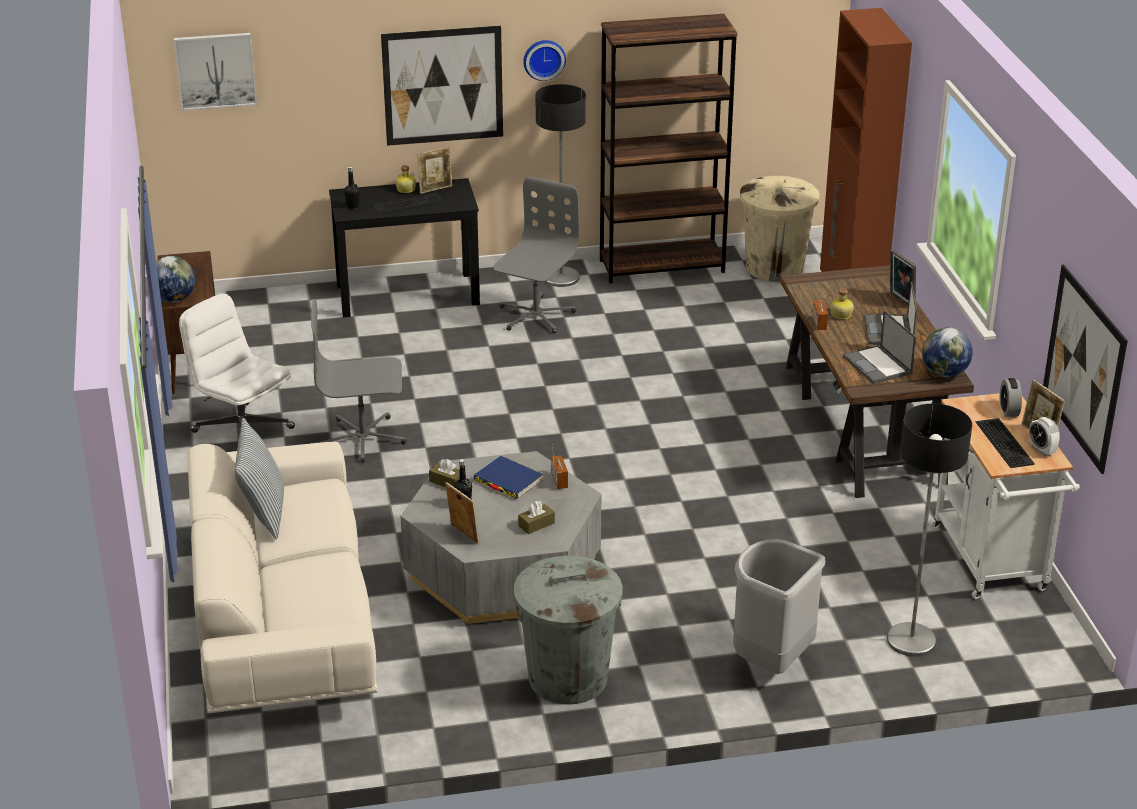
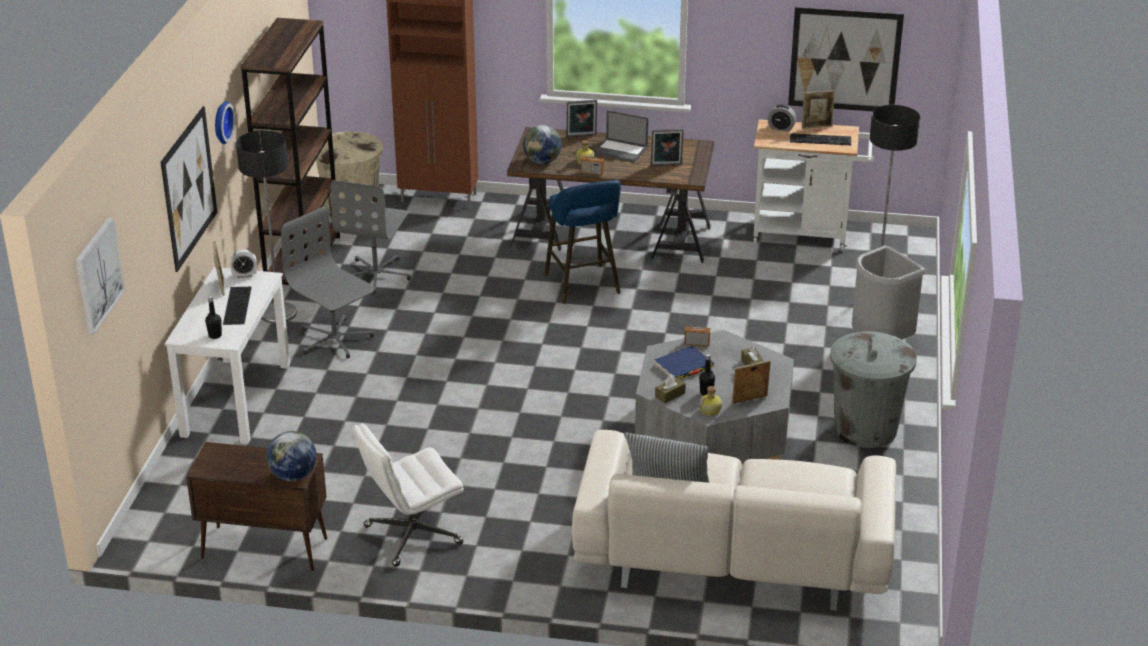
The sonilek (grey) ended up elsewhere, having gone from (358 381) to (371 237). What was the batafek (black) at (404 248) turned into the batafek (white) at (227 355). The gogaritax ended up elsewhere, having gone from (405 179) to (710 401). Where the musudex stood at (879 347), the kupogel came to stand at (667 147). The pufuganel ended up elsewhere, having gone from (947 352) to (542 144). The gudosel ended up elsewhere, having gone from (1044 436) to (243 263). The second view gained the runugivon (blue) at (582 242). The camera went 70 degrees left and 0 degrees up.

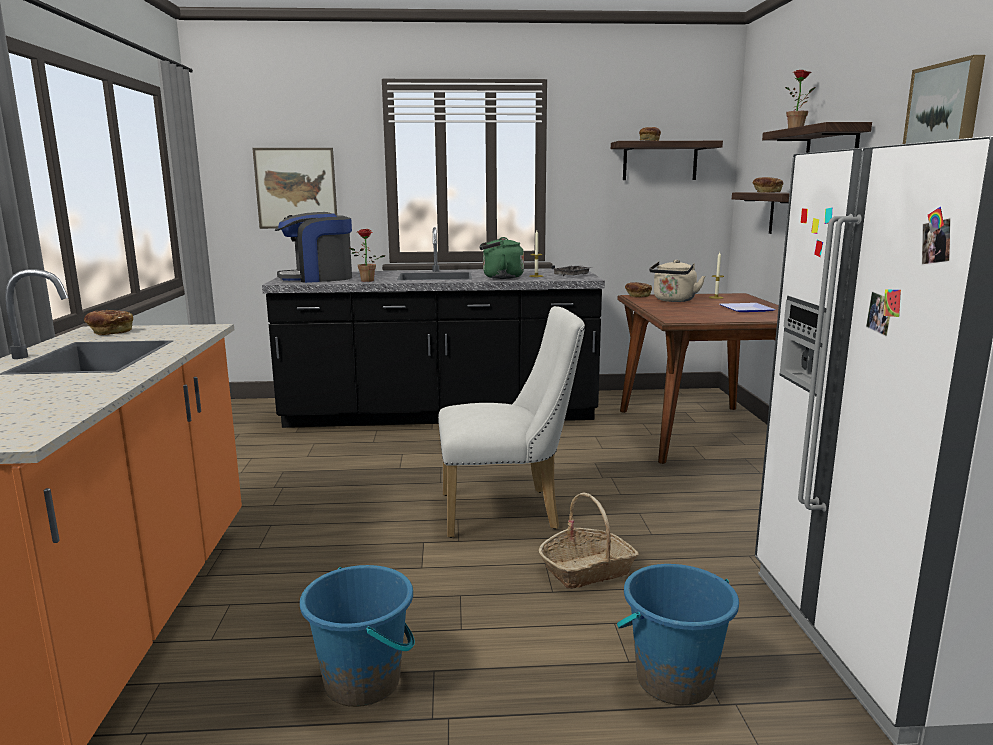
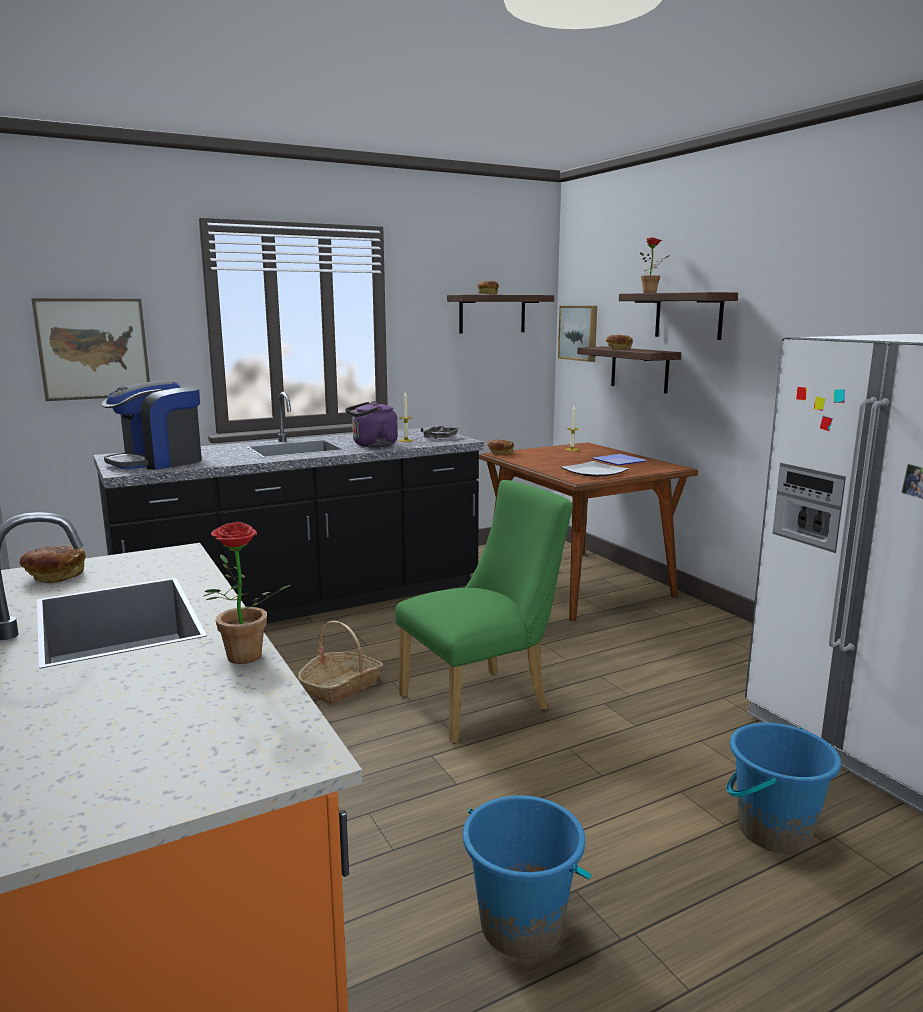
The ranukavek ended up elsewhere, having gone from (367 255) to (246 593). What was the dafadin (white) at (511 422) turned into the dafadin (green) at (484 612). What was the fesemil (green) at (501 258) turned into the fesemil (purple) at (371 424). The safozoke ended up elsewhere, having gone from (589 540) to (340 662). The second view lost the fesemil (beige) at (677 281). The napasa ended up elsewhere, having gone from (944 99) to (577 334). The second view gained the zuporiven at (595 469). The camera went 25 degrees left and 0 degrees up.

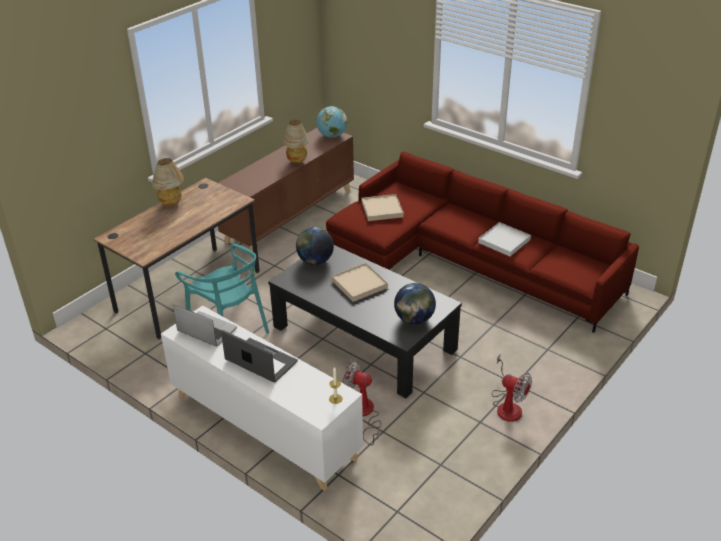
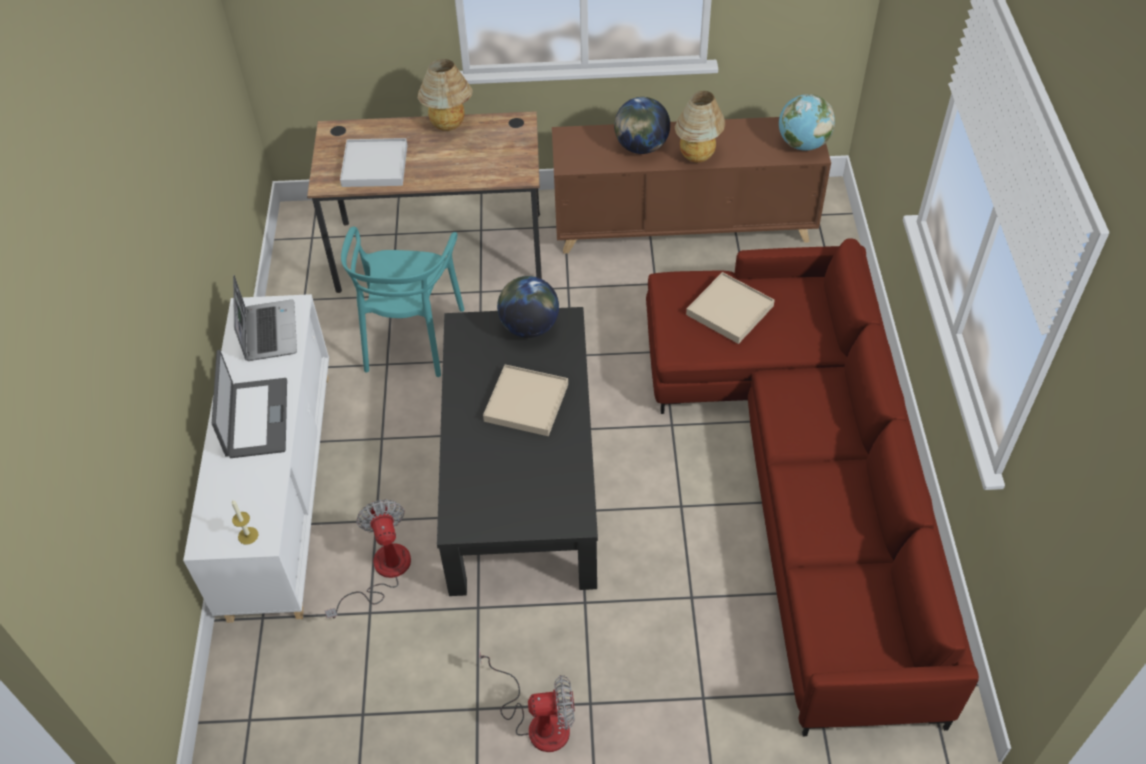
The pufuganel ended up elsewhere, having gone from (415 303) to (642 125). The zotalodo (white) ended up elsewhere, having gone from (504 239) to (373 162). The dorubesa at (512 388) ended up facing another way, 90 degrees counterclockwise from before. The camera went 50 degrees right and 15 degrees up.

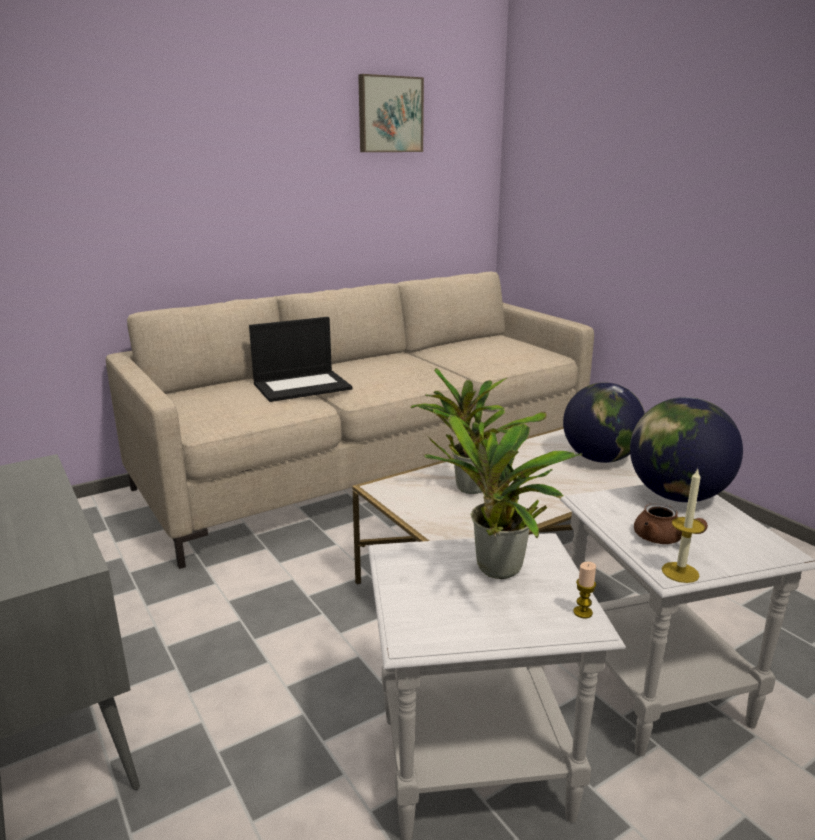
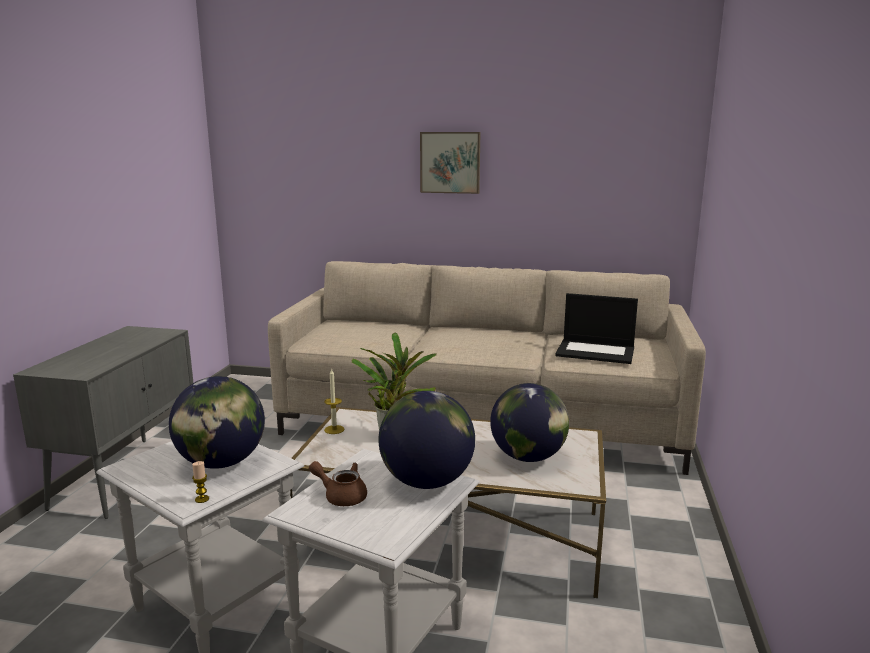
The musudex ended up elsewhere, having gone from (300 359) to (596 328). The napasa ended up elsewhere, having gone from (391 113) to (450 163). Where the ranukavek stood at (502 497), the pufuganel came to stand at (217 422). The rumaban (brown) at (671 523) ended up facing another way, 105 degrees clockwise from before. The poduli ended up elsewhere, having gone from (683 525) to (334 401). The camera went 45 degrees right and 5 degrees down.

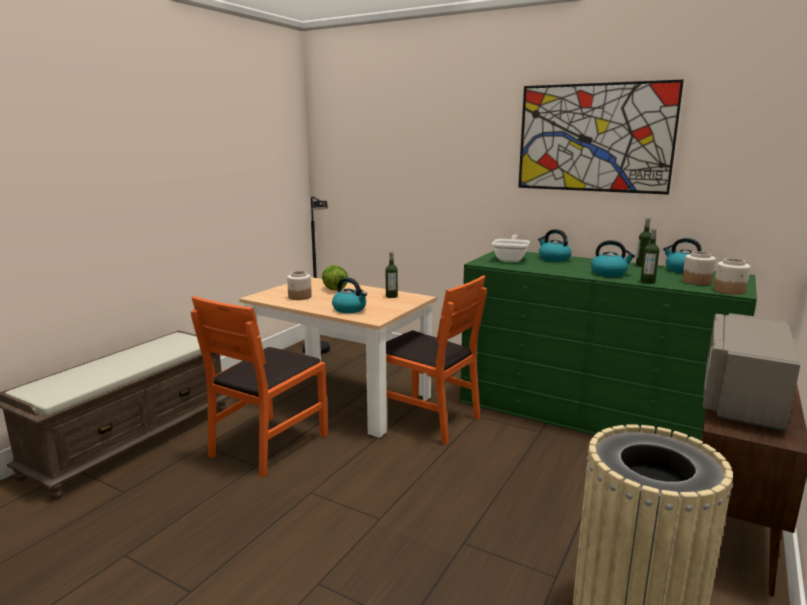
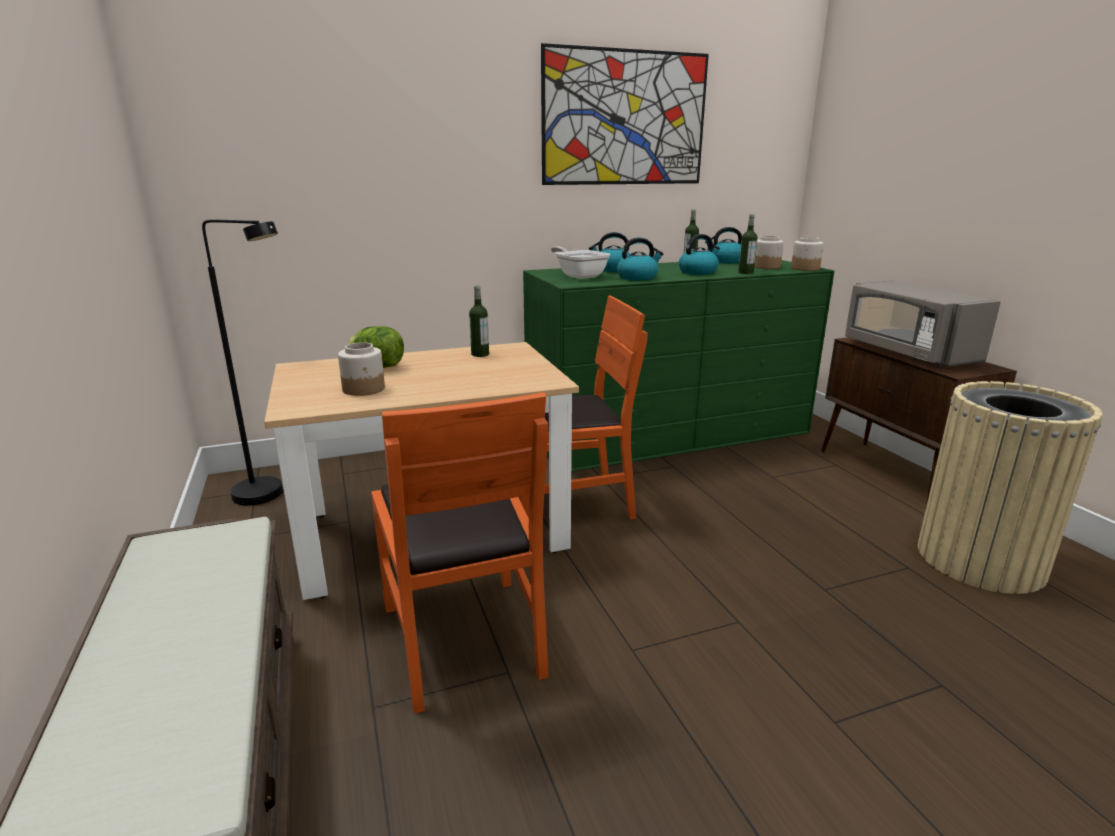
The fesemil ended up elsewhere, having gone from (349 295) to (640 259). The camera went 50 degrees left and 5 degrees up.

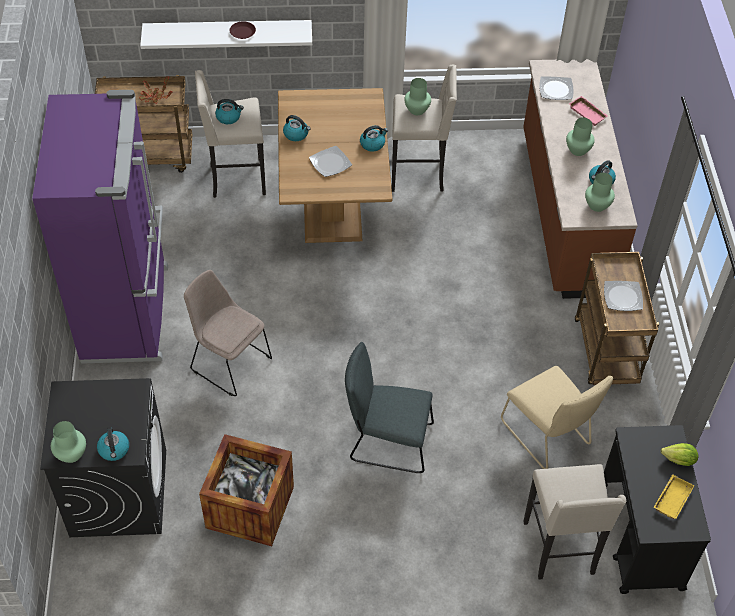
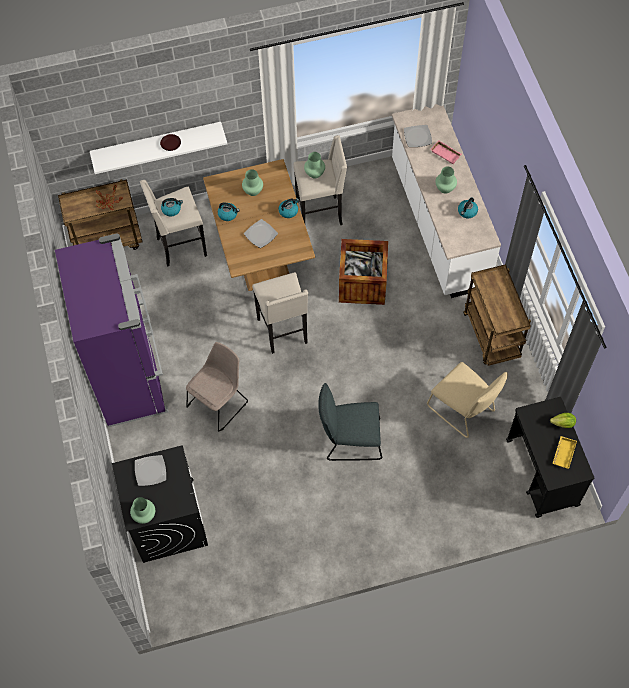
The second view lost the fesemil at (113 444). The dafadin (beige) at (228 333) ended up facing another way, 105 degrees clockwise from before. The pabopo ended up elsewhere, having gone from (246 490) to (363 272). What was the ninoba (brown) at (580 179) turned into the ninoba (white) at (446 201). The runugivon (beige) ended up elsewhere, having gone from (574 522) to (280 313). The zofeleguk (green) ended up elsewhere, having gone from (600 192) to (252 182). The zuporiven ended up elsewhere, having gone from (623 296) to (150 470). The camera went 10 degrees left and 10 degrees up.

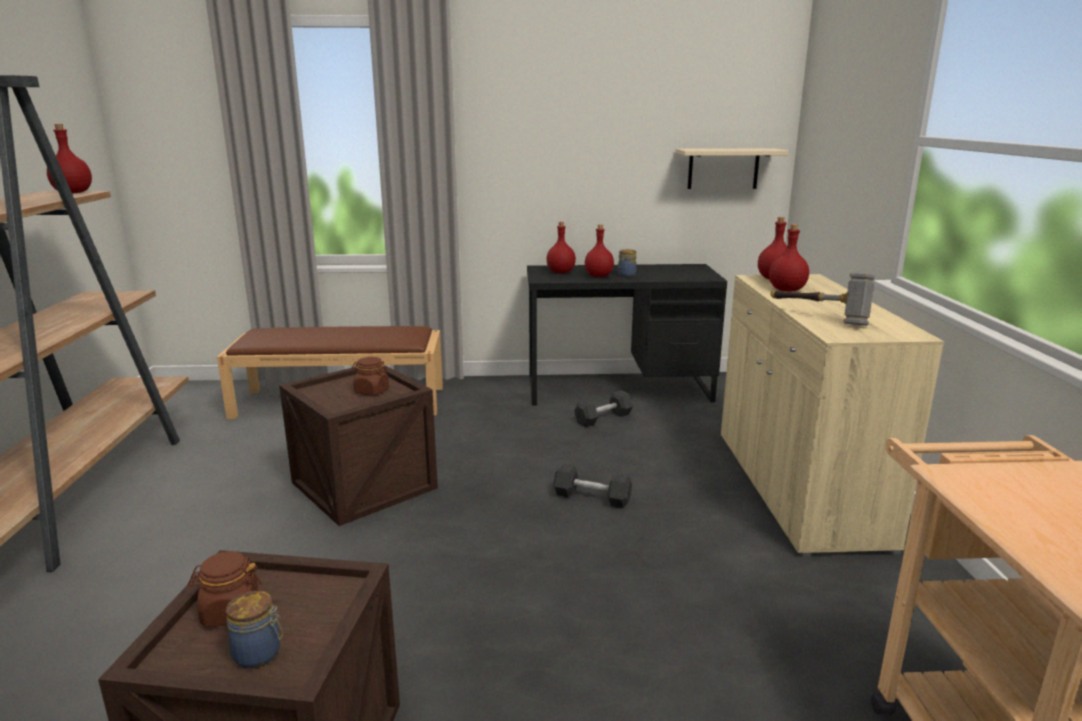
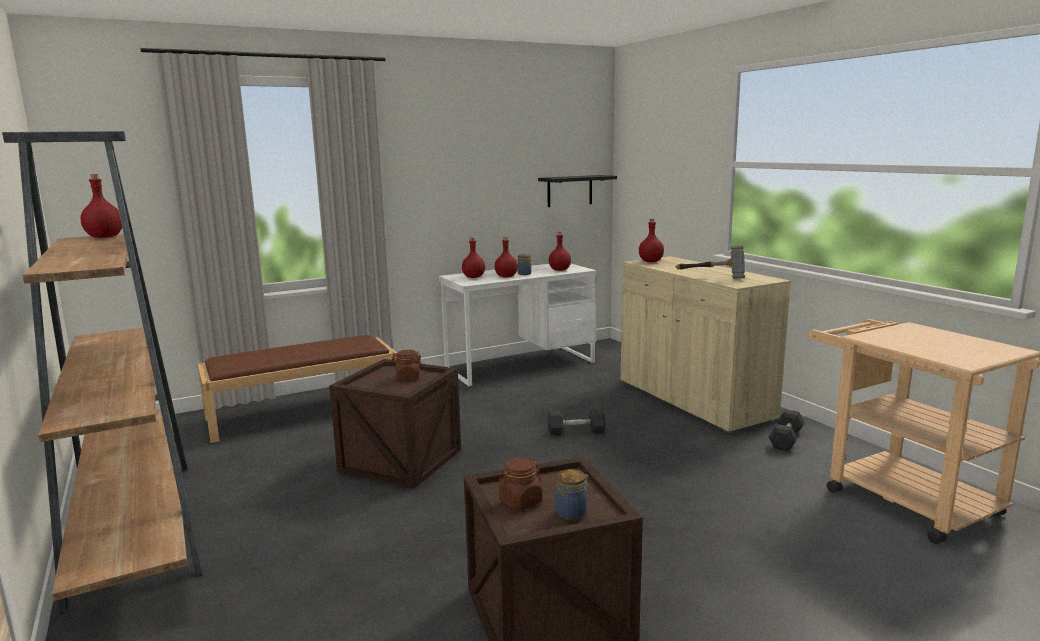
What was the batafek (black) at (627 335) turned into the batafek (white) at (518 325). The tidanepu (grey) ended up elsewhere, having gone from (603 408) to (787 430). What was the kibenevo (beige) at (732 168) turned into the kibenevo (black) at (577 191). The gogaritax (red) ended up elsewhere, having gone from (789 258) to (560 251). The camera went 25 degrees left and 5 degrees down.

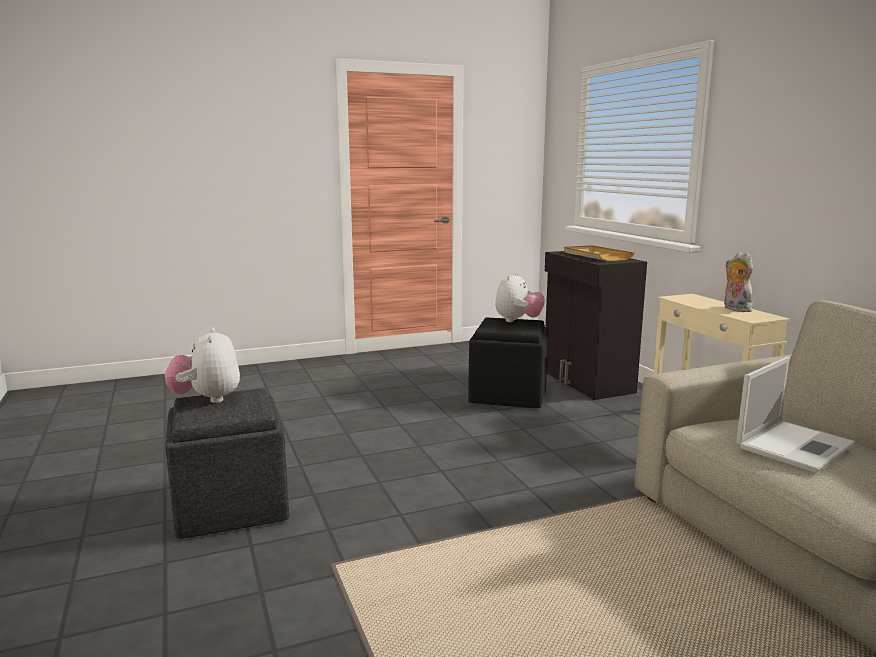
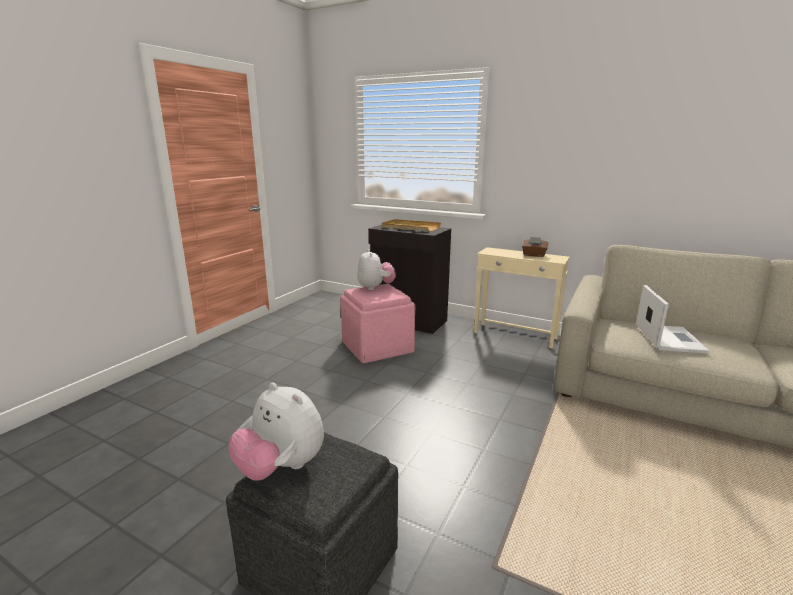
What was the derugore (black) at (508 362) turned into the derugore (pink) at (378 323). Where the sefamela stood at (740 282), the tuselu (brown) came to stand at (535 247). The camera went 40 degrees left and 5 degrees up.

